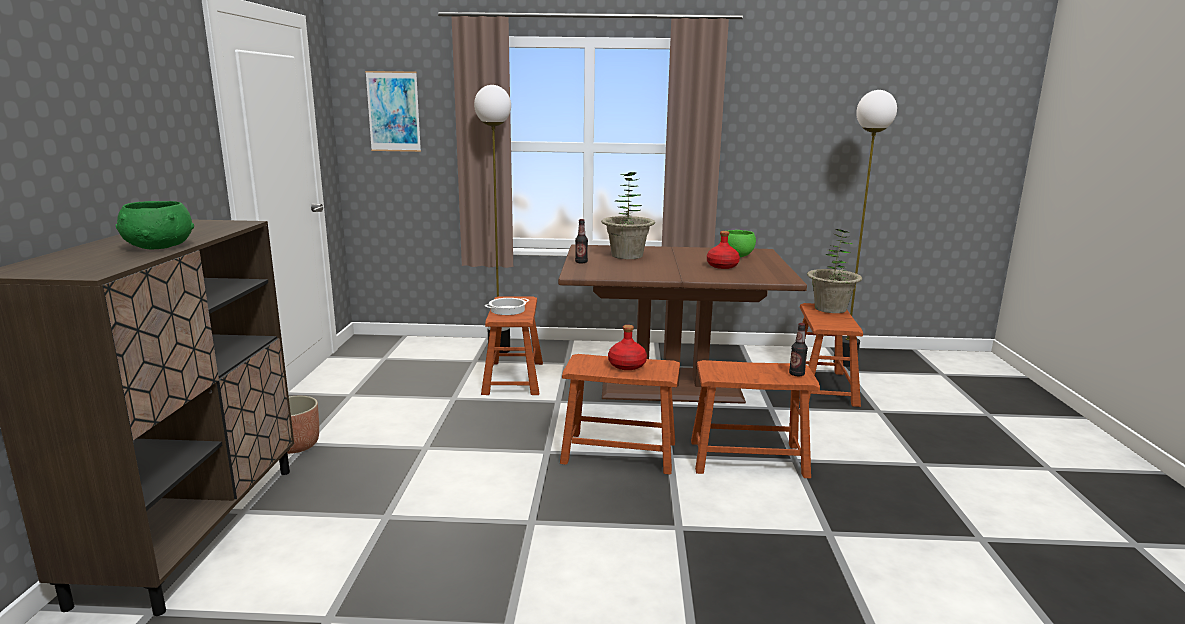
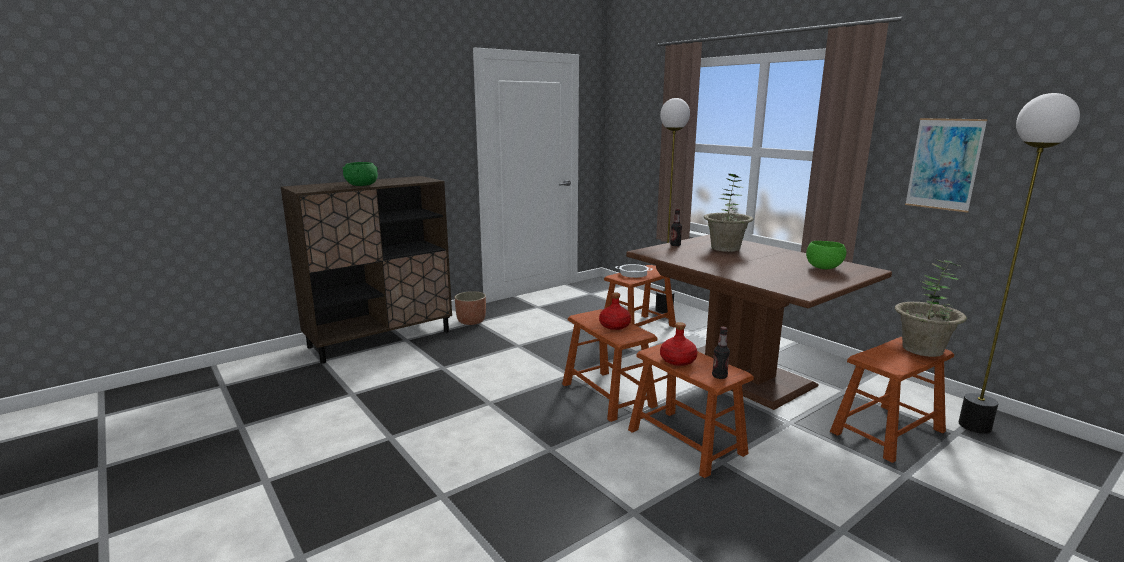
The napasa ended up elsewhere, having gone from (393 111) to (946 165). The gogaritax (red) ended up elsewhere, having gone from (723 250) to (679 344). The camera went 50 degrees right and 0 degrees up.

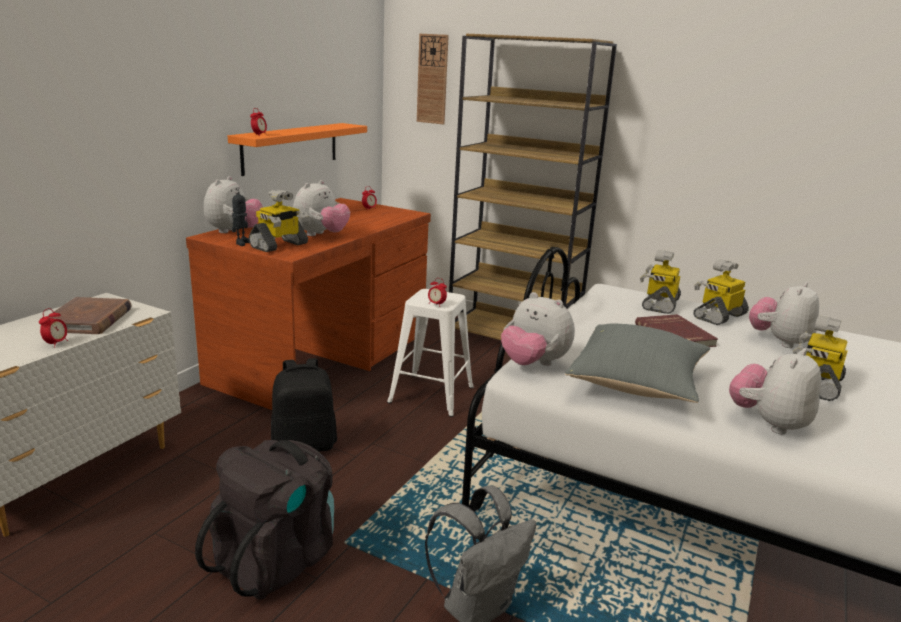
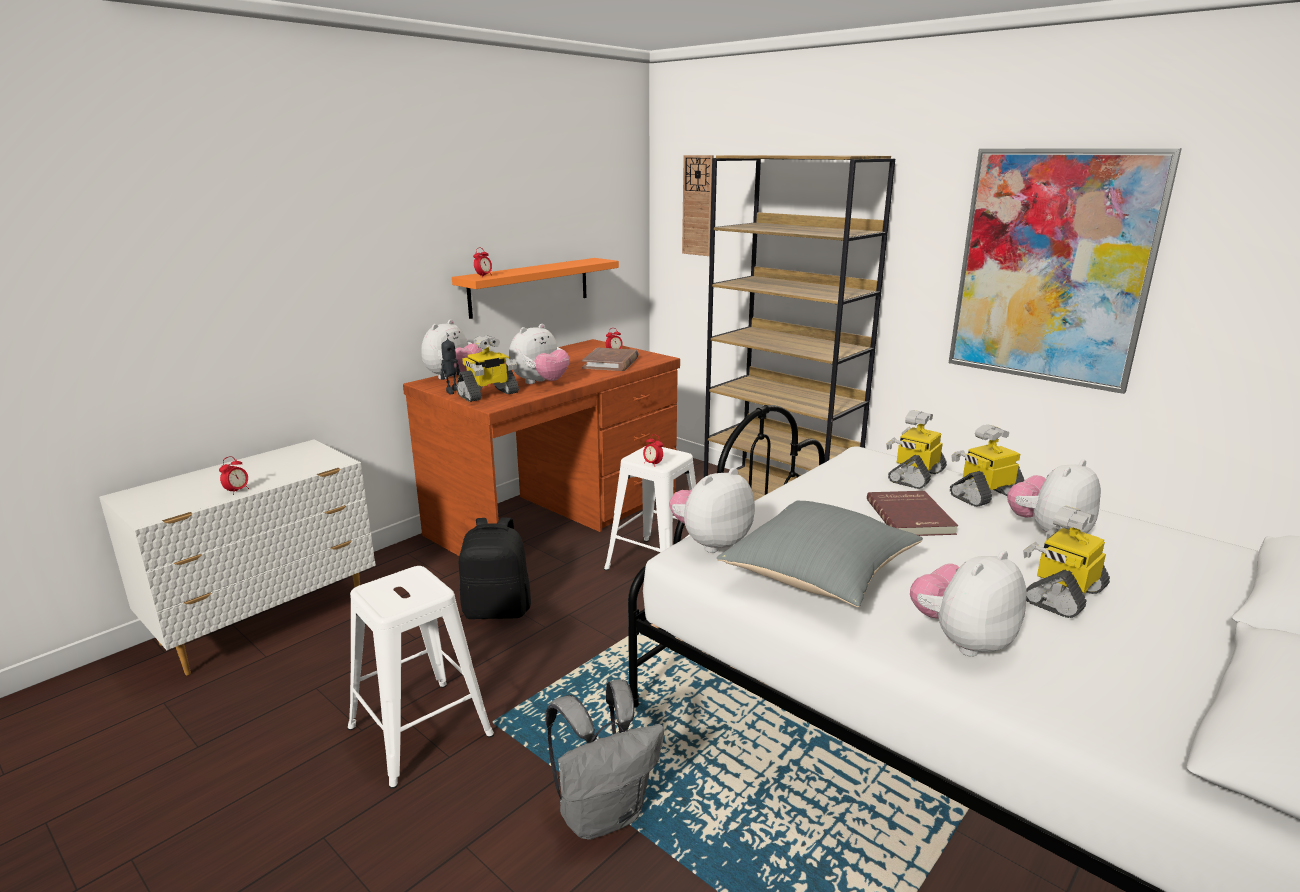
The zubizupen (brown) ended up elsewhere, having gone from (90 315) to (610 359). Where the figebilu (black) stood at (264 520), the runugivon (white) came to stand at (420 677). The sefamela at (538 329) ended up facing another way, 90 degrees clockwise from before. The second view gained the napasa at (1065 271). The camera went 15 degrees right and 0 degrees up.

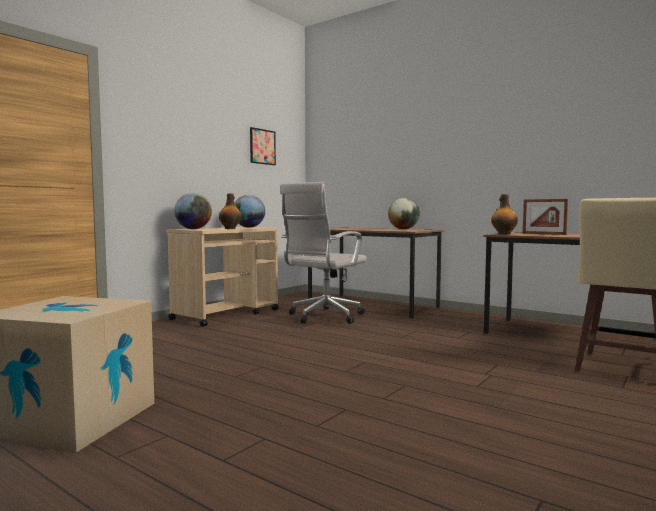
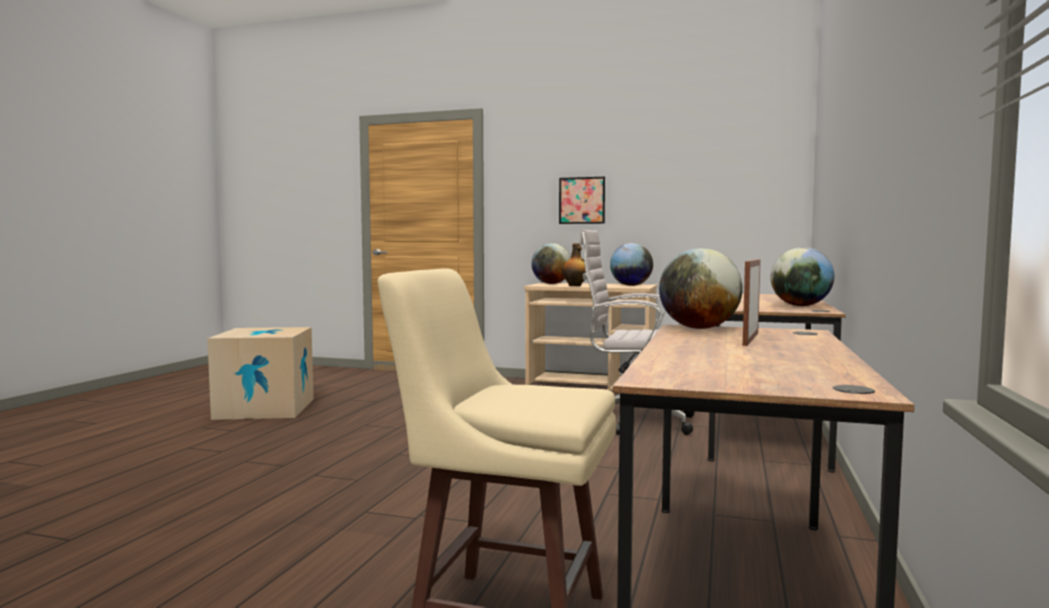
The napasa ended up elsewhere, having gone from (263 146) to (582 200). Where the gogaritax stood at (504 214), the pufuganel came to stand at (701 288). The camera went 70 degrees right and 0 degrees up.

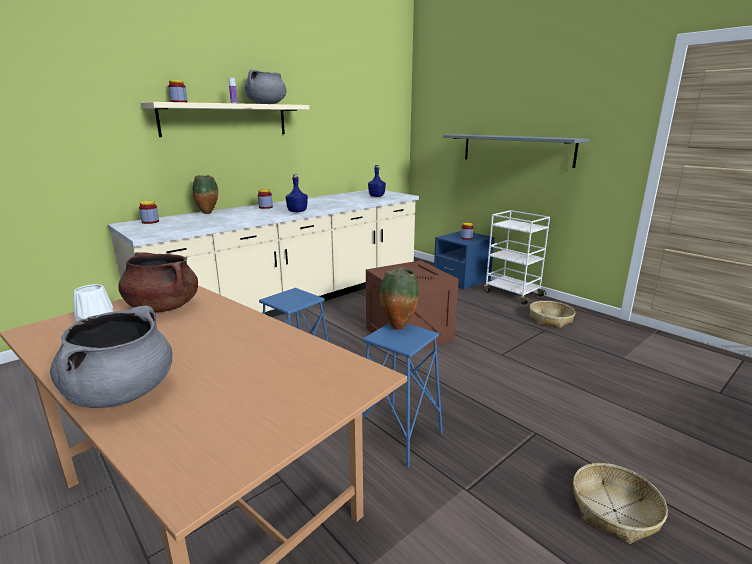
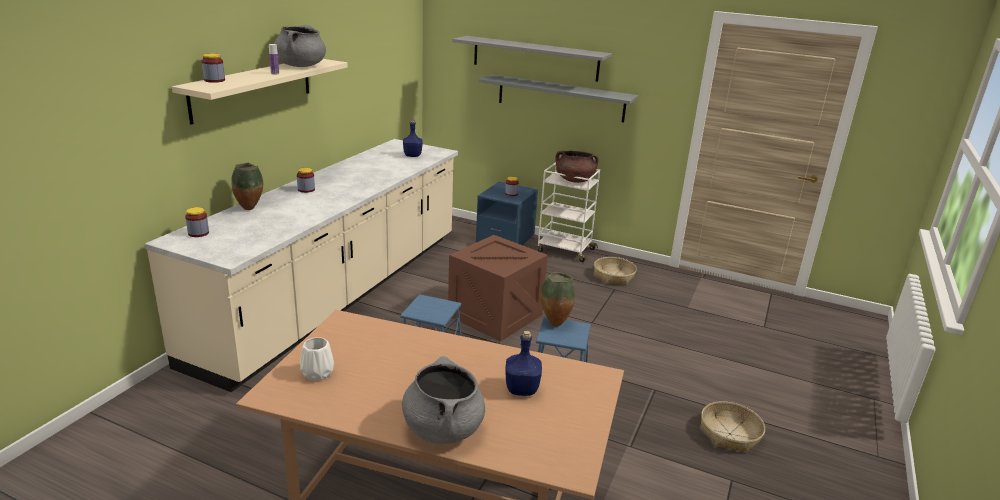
The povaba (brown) ended up elsewhere, having gone from (158 282) to (577 167). The gogaritax (blue) ended up elsewhere, having gone from (296 193) to (523 363). The second view gained the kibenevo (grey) at (532 59). The camera went 25 degrees left and 5 degrees up.

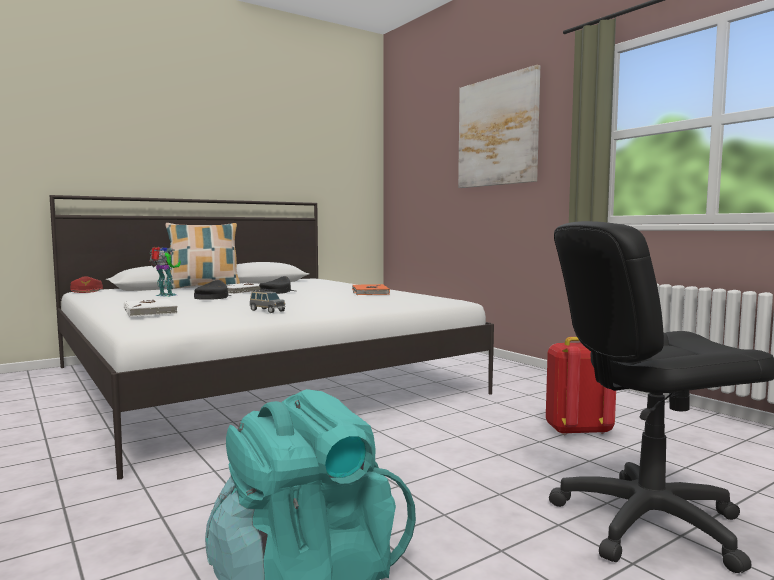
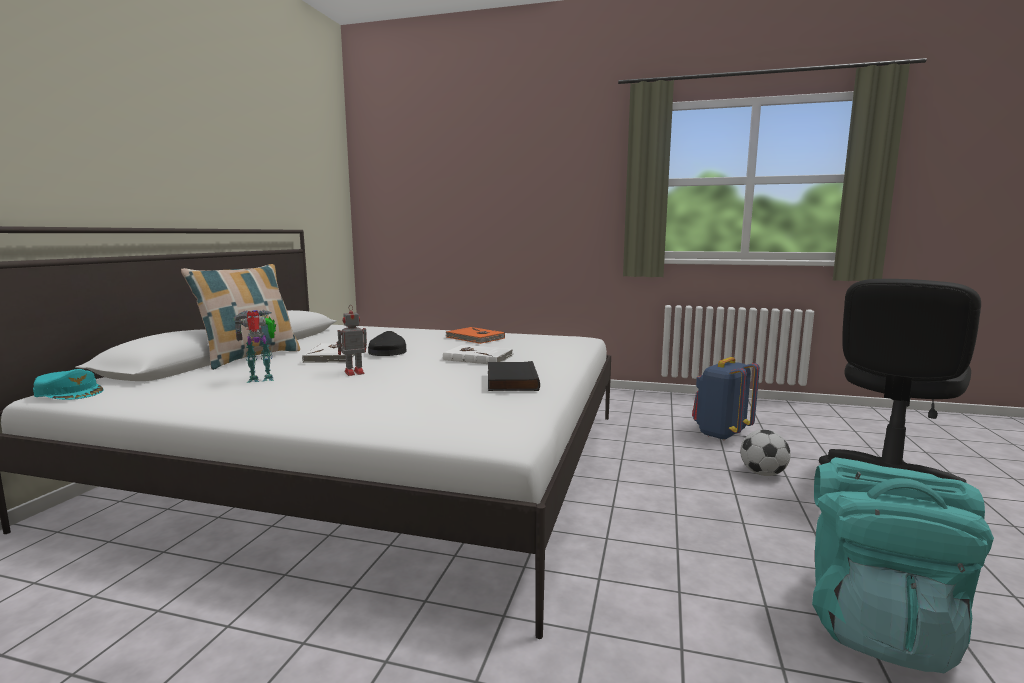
What was the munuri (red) at (86 284) turned into the munuri (turquoise) at (68 384). The zubizupen (white) ended up elsewhere, having gone from (151 308) to (478 354). Where the munuri (black) stood at (213 290), the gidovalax came to stand at (352 340). Where the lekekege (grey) stood at (267 301), the zubizupen (black) came to stand at (514 376). The second view lost the napasa at (499 126). What was the figebilu (red) at (581 386) turned into the figebilu (blue) at (726 399). The second view gained the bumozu at (765 453). The camera went 40 degrees left and 5 degrees up.

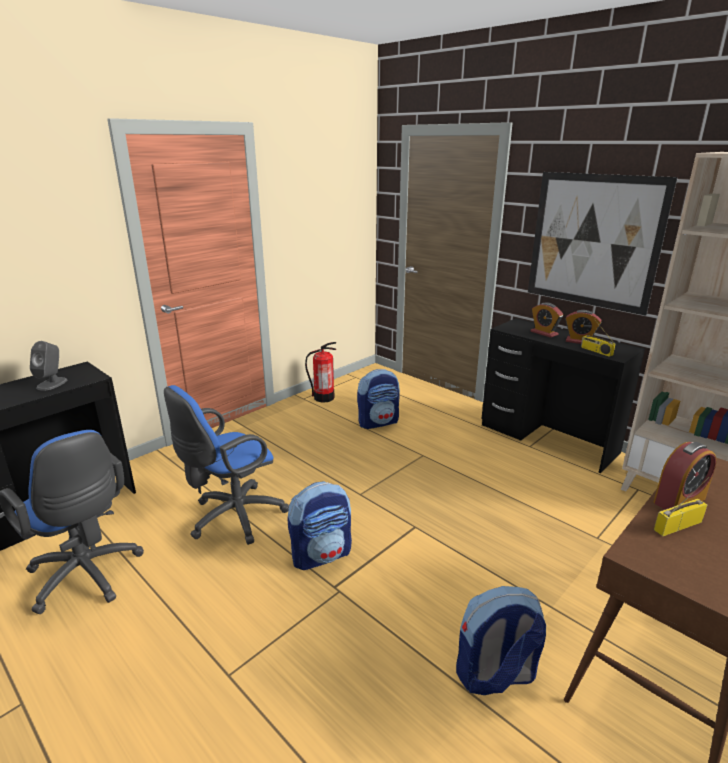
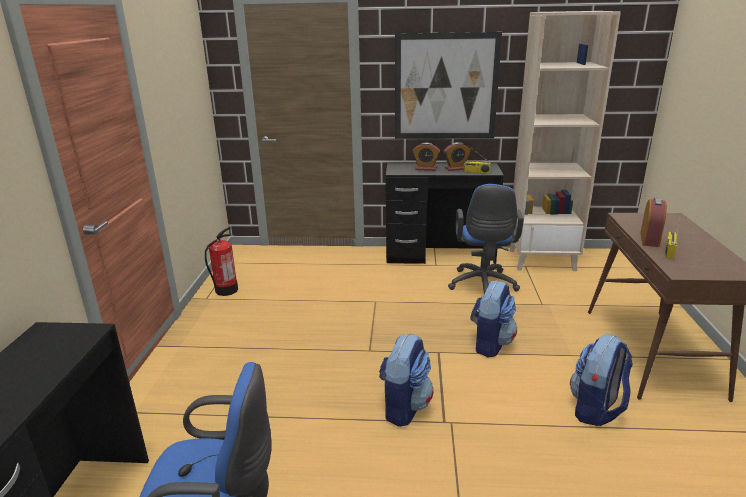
The second view lost the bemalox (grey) at (48 366). The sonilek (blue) ended up elsewhere, having gone from (226 465) to (486 239). The figebilu ended up elsewhere, having gone from (378 399) to (493 318). The camera went 40 degrees left and 0 degrees up.

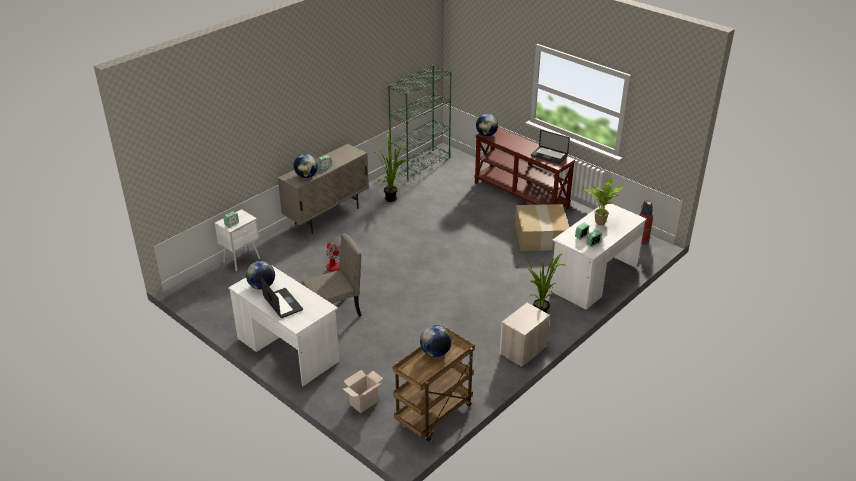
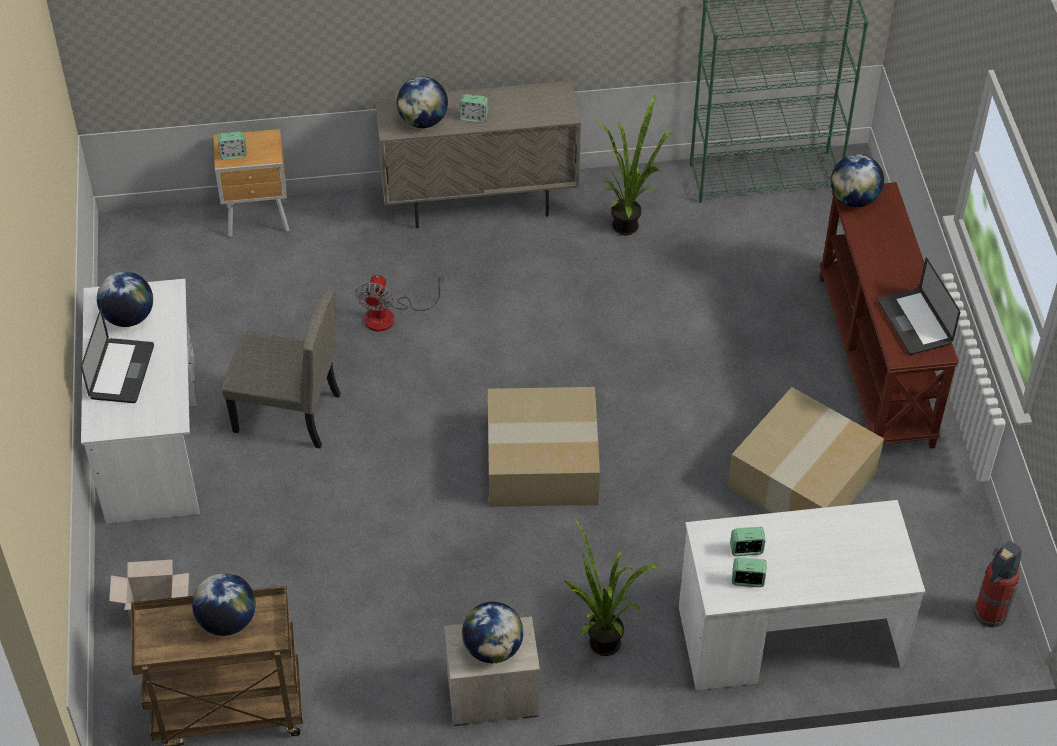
What was the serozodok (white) at (237 240) turned into the serozodok (brown) at (251 183). The second view lost the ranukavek at (603 201). The second view gained the pufuganel at (492 632). The second view gained the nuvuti at (544 447). The camera went 40 degrees right and 15 degrees up.

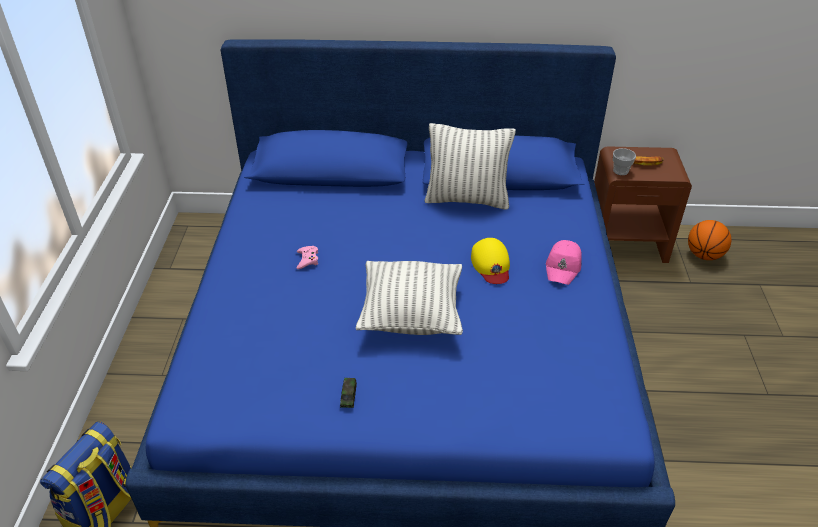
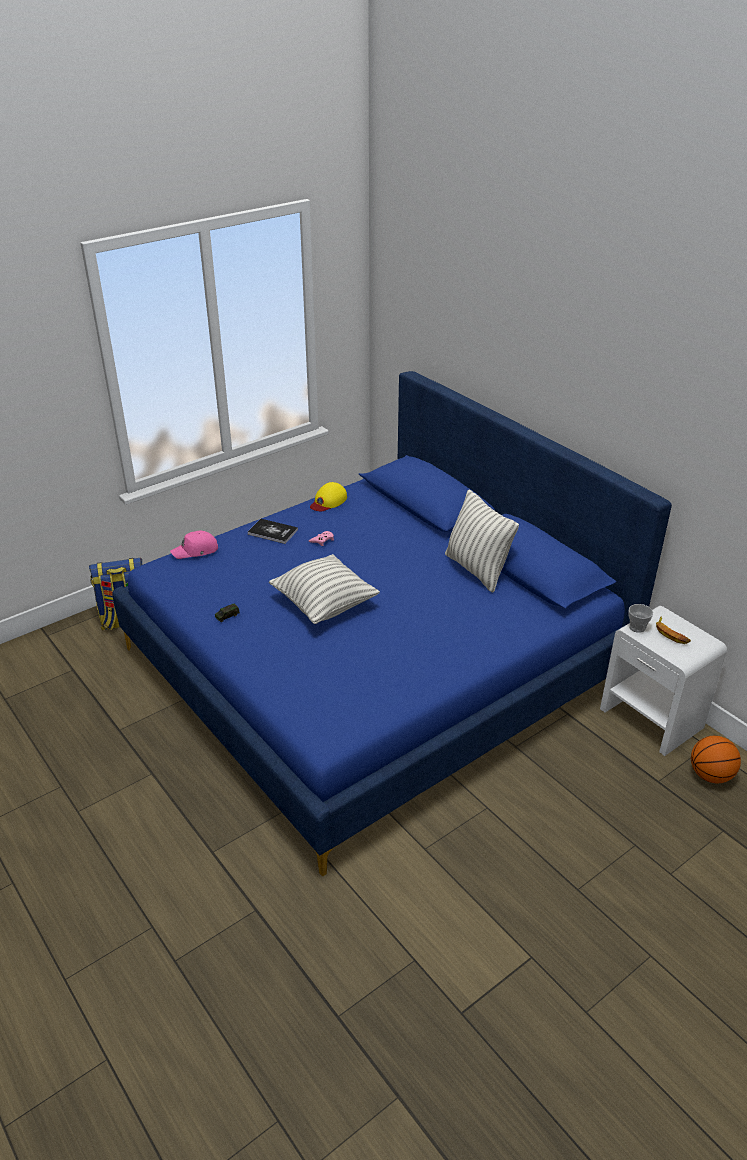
The munuri (yellow) ended up elsewhere, having gone from (490 261) to (328 496). The munuri (pink) ended up elsewhere, having gone from (564 262) to (194 545). What was the serozodok (brown) at (643 204) turned into the serozodok (white) at (663 681). The second view gained the zubizupen at (273 531). The camera went 50 degrees right and 5 degrees down.

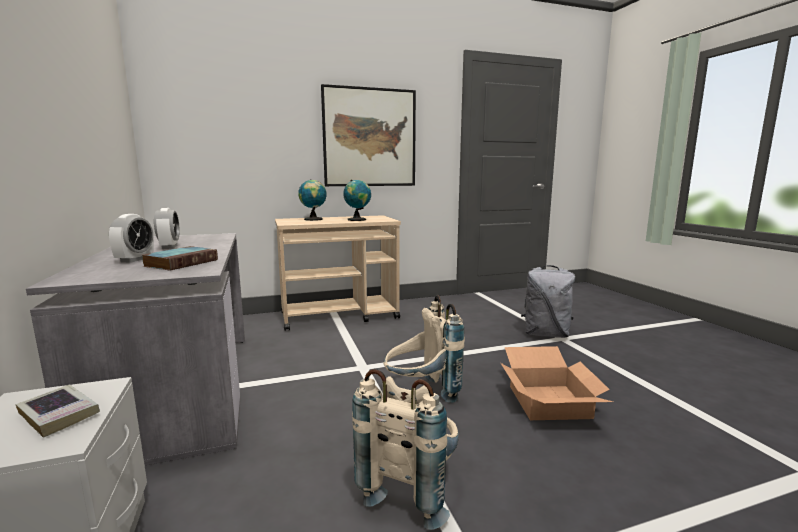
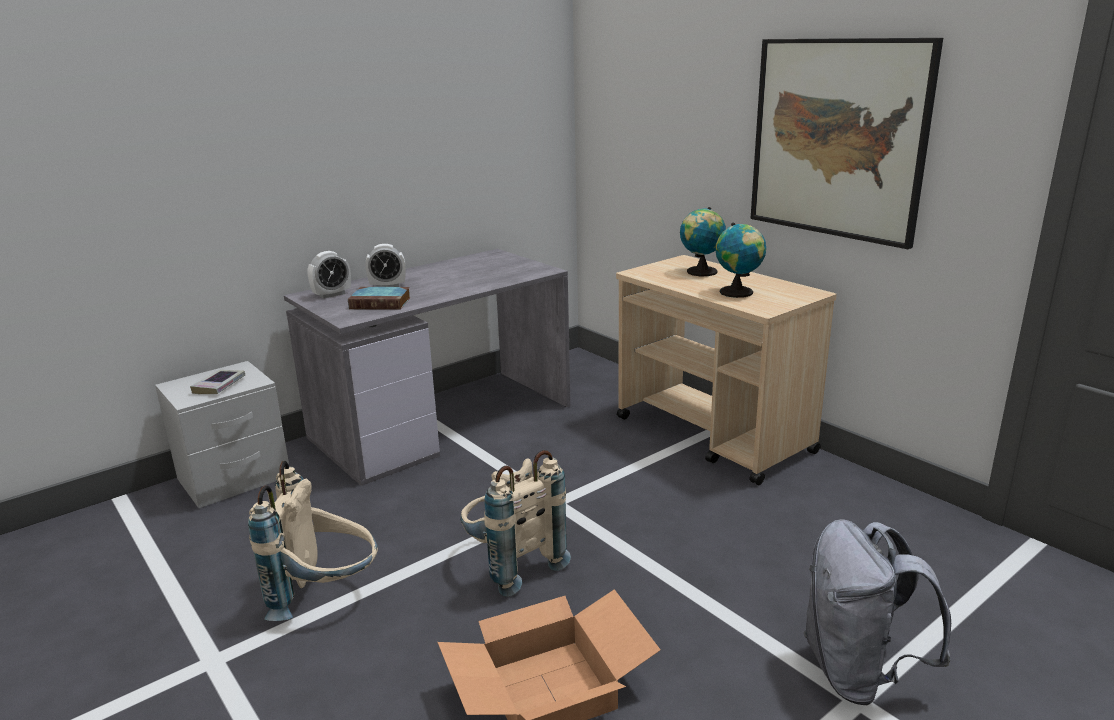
The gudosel ended up elsewhere, having gone from (167 228) to (329 275). The camera went 70 degrees right and 10 degrees up.

